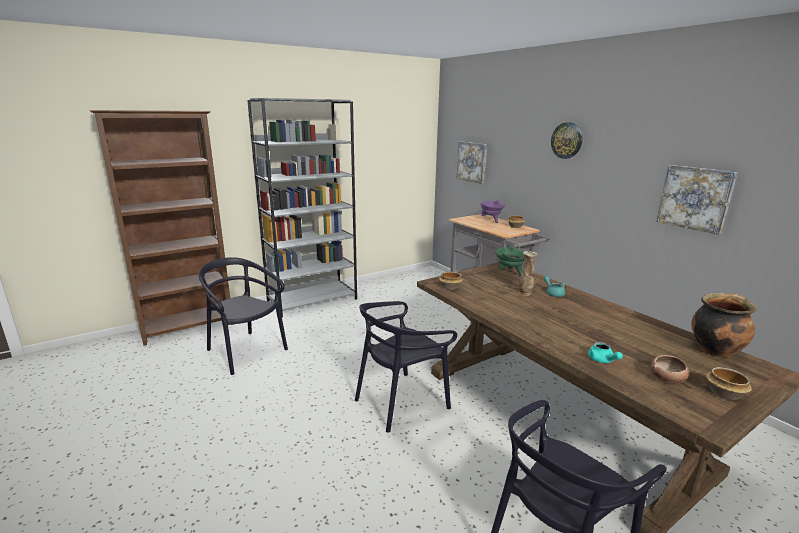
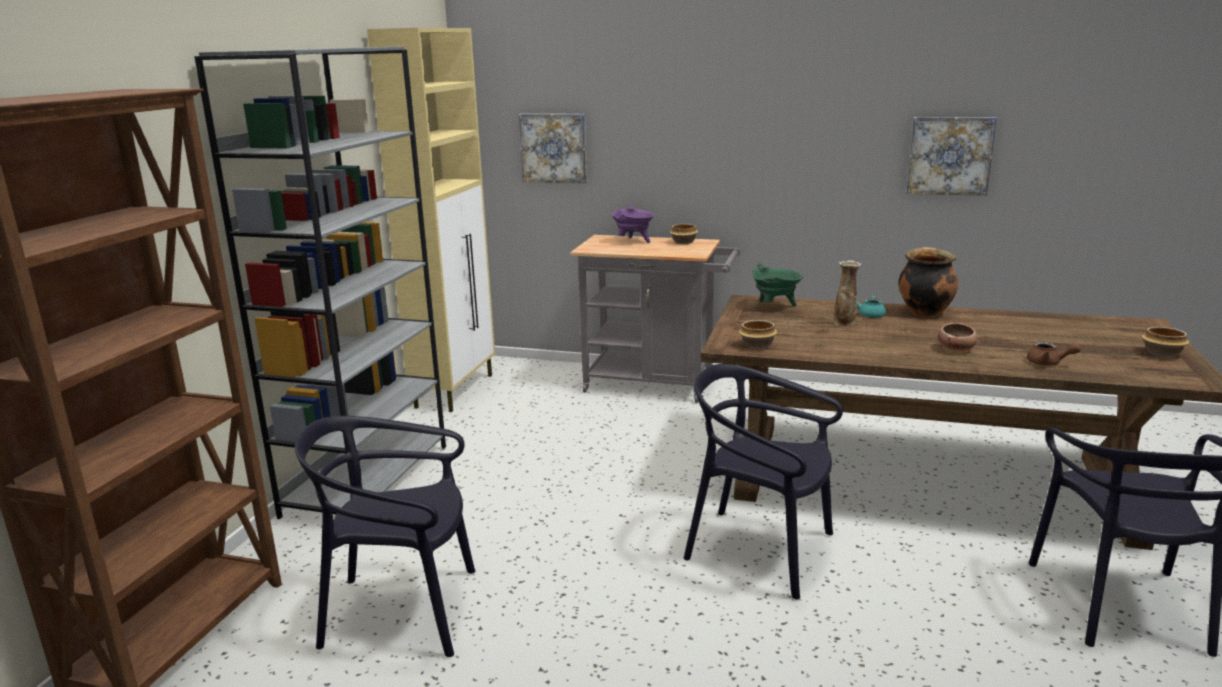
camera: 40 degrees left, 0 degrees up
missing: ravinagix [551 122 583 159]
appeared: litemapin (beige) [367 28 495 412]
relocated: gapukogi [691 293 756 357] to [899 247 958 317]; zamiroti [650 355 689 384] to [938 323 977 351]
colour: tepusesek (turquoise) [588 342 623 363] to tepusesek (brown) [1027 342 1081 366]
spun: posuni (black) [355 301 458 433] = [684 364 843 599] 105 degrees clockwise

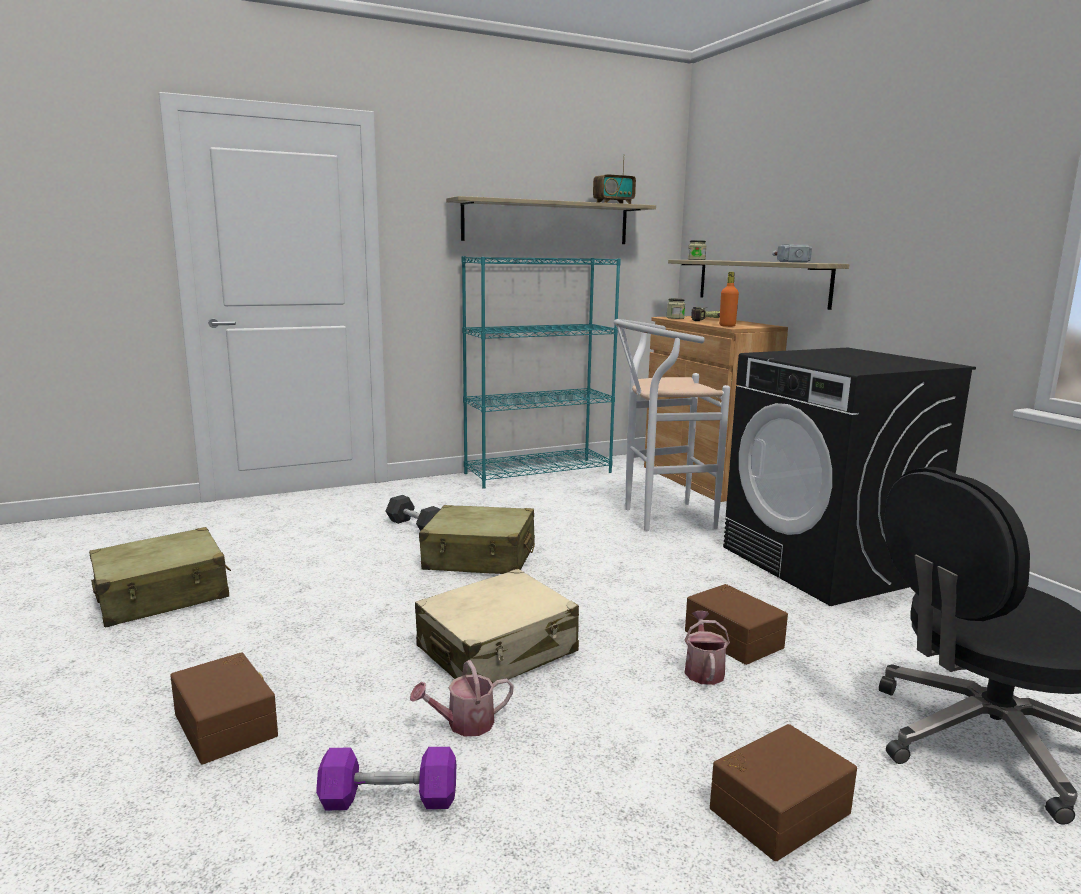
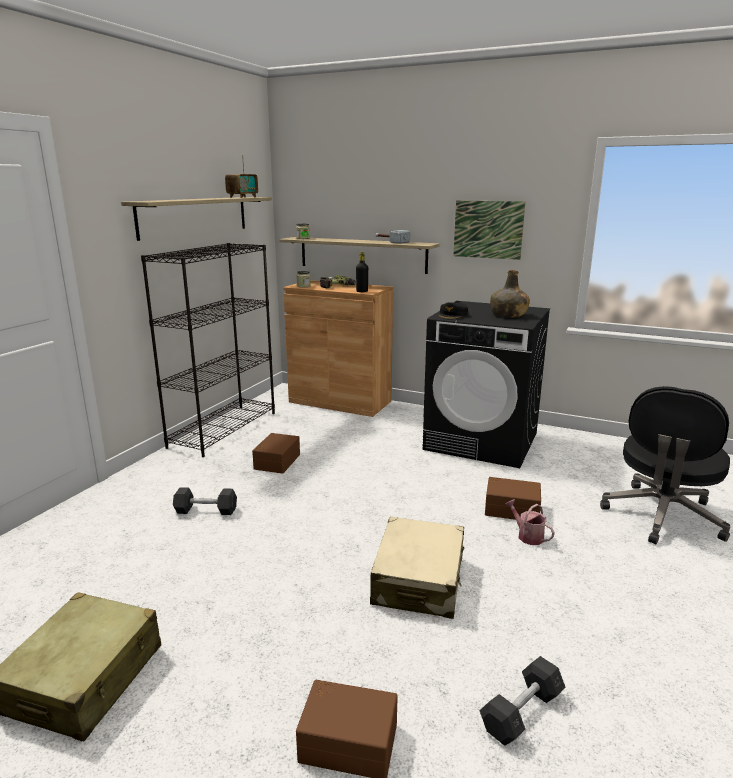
camera: 40 degrees left, 5 degrees up
missing: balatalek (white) [614 319 730 531]; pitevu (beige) [419 505 535 574]; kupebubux [410 660 514 736]
appeared: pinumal [453 200 526 260]; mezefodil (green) [490 270 530 318]; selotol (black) [438 302 469 319]
relocated: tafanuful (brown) [710 724 857 861] to [252 433 300 474]
colour: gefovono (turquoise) [461 256 621 489] to gefovono (black) [141 243 275 457]; mezefodil (orange) [719 272 739 327] to mezefodil (black) [356 252 368 292]; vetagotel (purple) [316 747 456 810] to vetagotel (grey) [479 656 566 746]

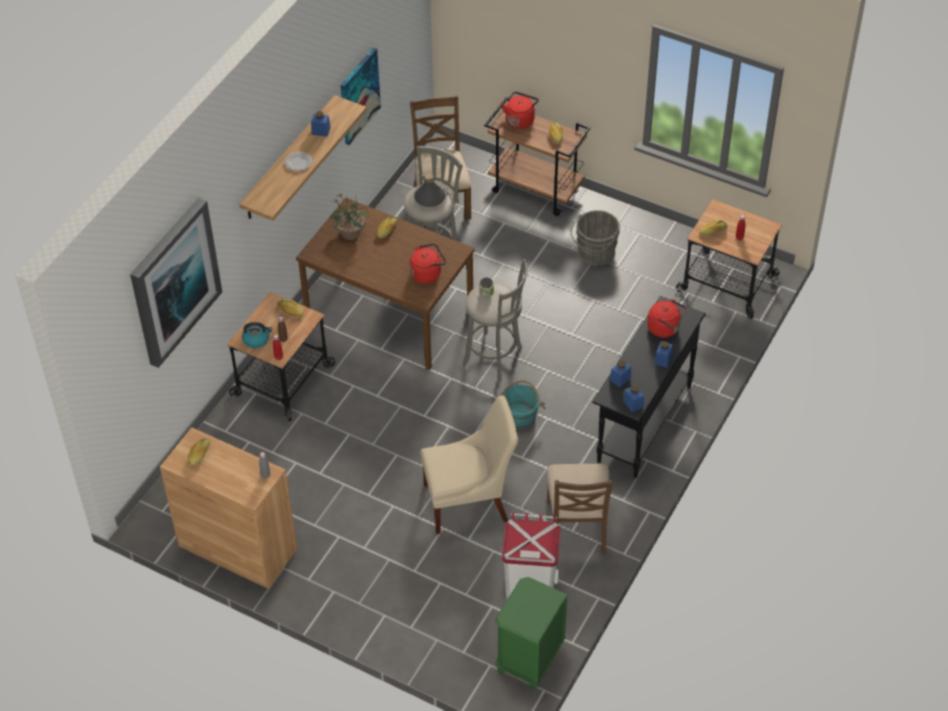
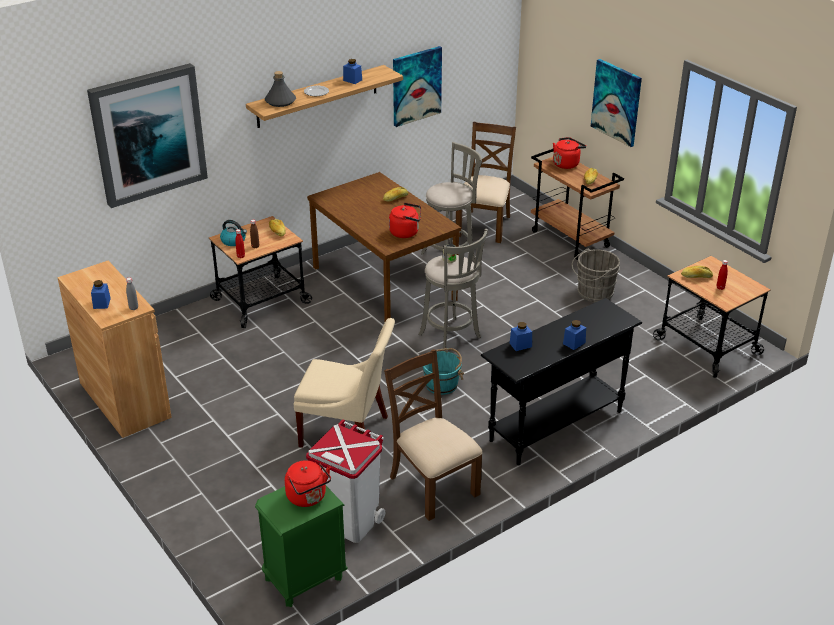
camera: 25 degrees right, 15 degrees down
missing: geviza [330 194 371 240]; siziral [188 438 210 466]
appeared: pinumal [591 59 642 147]
relocated: mezefodil (grey) [414 173 445 207] to [265 71 296 107]; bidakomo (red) [648 300 687 338] to [285 460 331 507]; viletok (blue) [623 385 644 412] to [91 280 111 309]
spun: posuni (brown) [547 464 613 554] = [384 349 483 521] 120 degrees clockwise

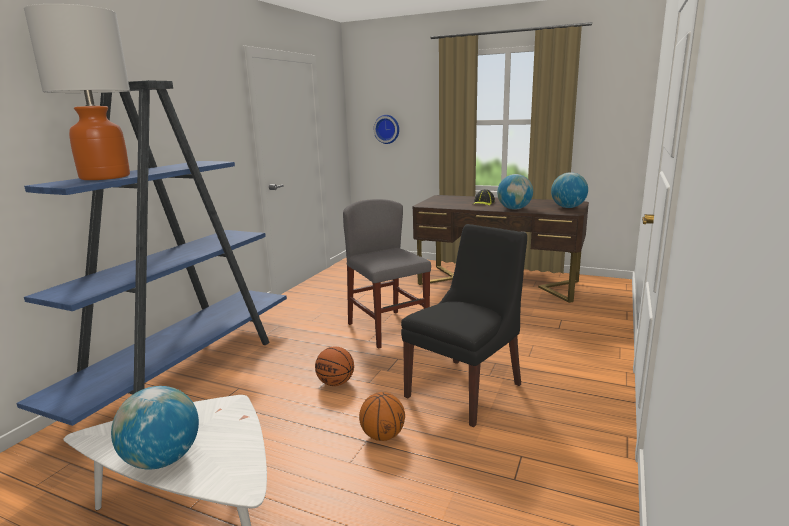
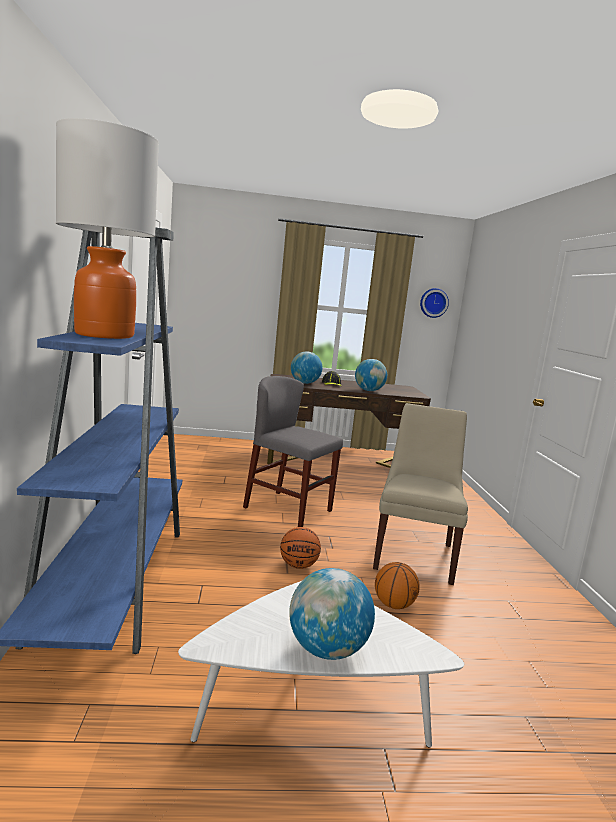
camera: 30 degrees left, 5 degrees down
relocated: ravinagix [374 115 399 144] to [420 288 449 318]; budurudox [551 172 588 208] to [291 351 323 384]
colour: posuni (black) [401 224 527 427] to posuni (beige) [373 403 468 585]

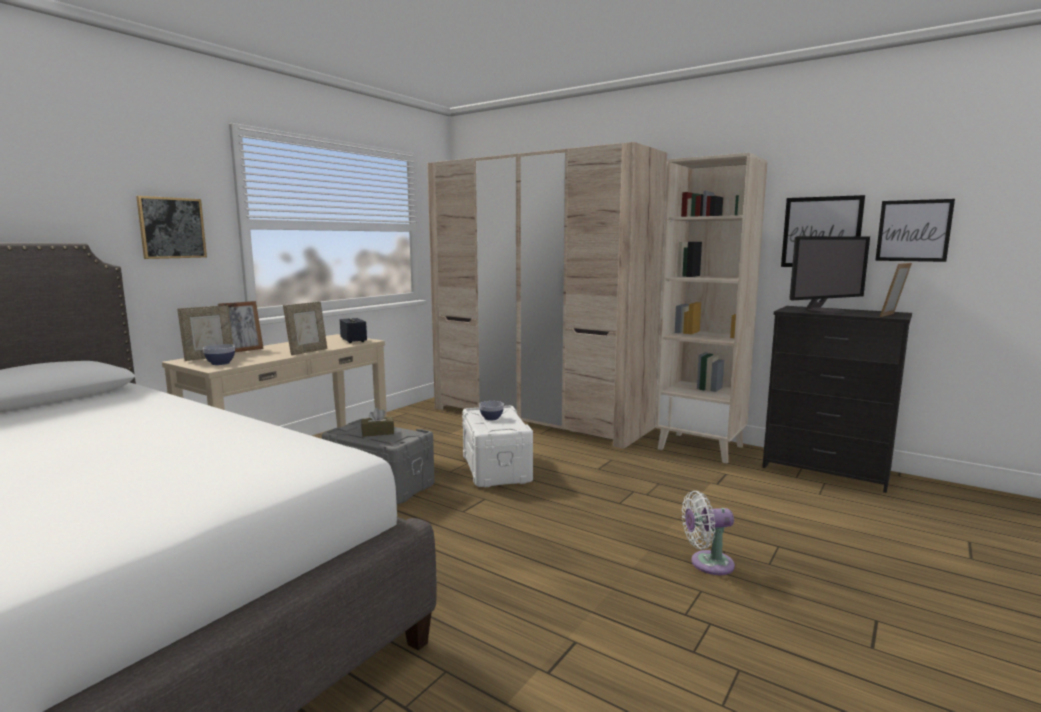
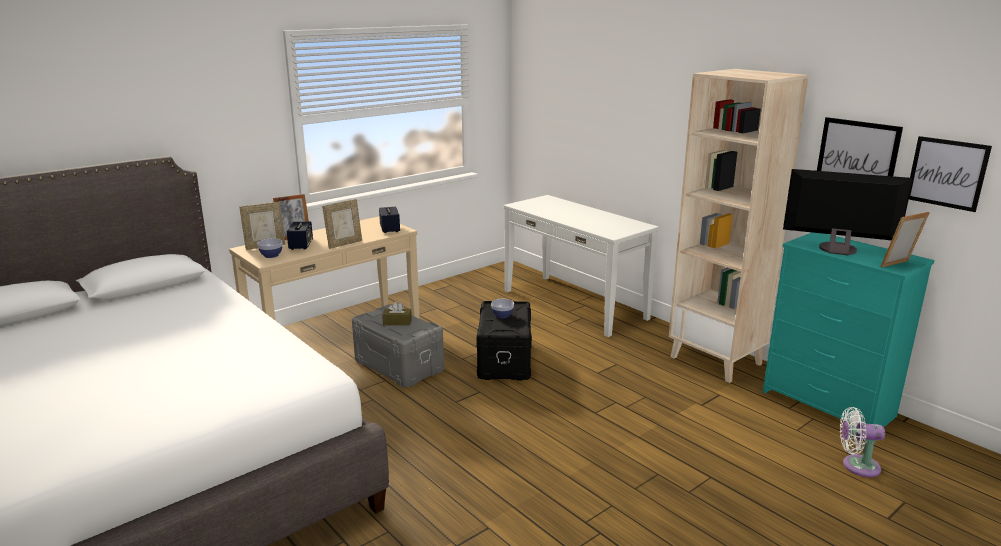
camera: 15 degrees right, 10 degrees up
missing: pinumal [136 196 207 259]
appeared: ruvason [287 222 313 250]
relocated: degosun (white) [682 491 735 575] to [840 407 885 477]
exchanged: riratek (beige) [427 142 667 449] to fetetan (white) [504 195 659 337]
colour: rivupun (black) [762 306 912 493] to rivupun (turquoise) [763 232 935 427]; tafanuful (white) [462 406 533 488] to tafanuful (black) [476 301 532 380]
spun: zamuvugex [789 236 870 314] = [783 169 913 255] 150 degrees counterclockwise

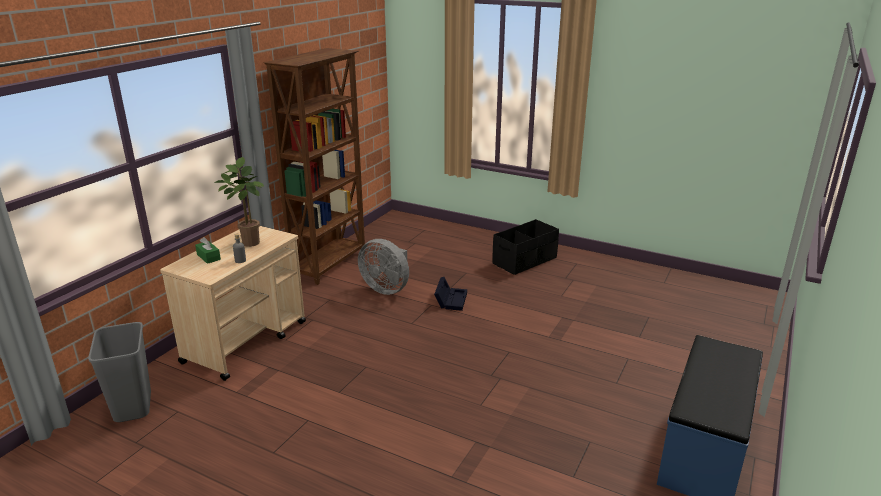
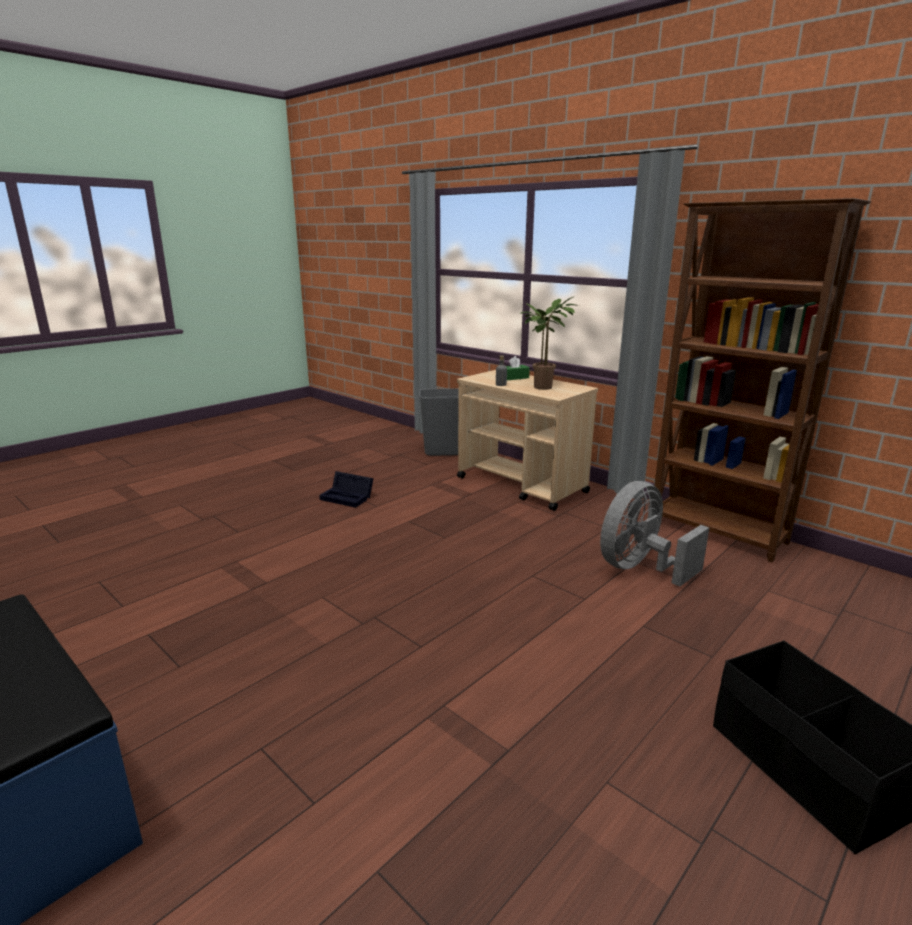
camera: 105 degrees right, 5 degrees down
relocated: tafanuful (black) [434 277 467 311] to [319 471 374 508]

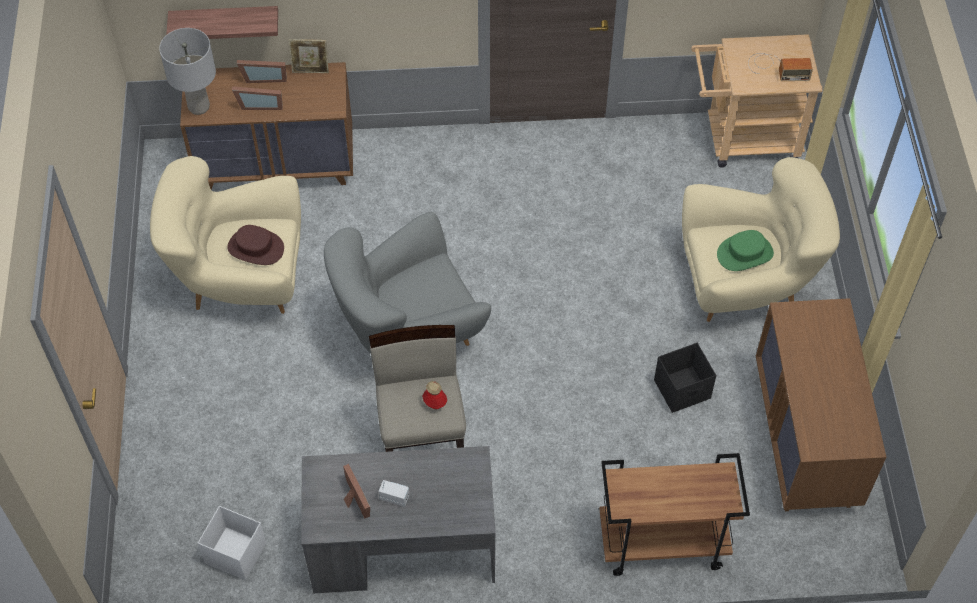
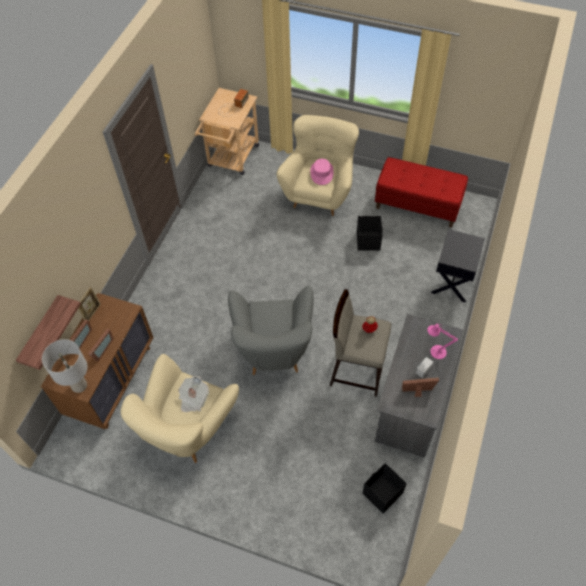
camera: 65 degrees left, 0 degrees up
appeared: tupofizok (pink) [427 324 458 359]
exchanged: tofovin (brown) [227 225 284 265] to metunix [178 376 209 412]; rivupun (brown) [756 298 886 511] to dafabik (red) [375 157 468 228]; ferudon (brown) [599 453 750 576] to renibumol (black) [431 229 485 303]
colour: tofovin (green) [717 230 774 271] to tofovin (pink) [310 159 333 185]; tafanuful (white) [198 506 266 580] to tafanuful (black) [363 463 407 513]

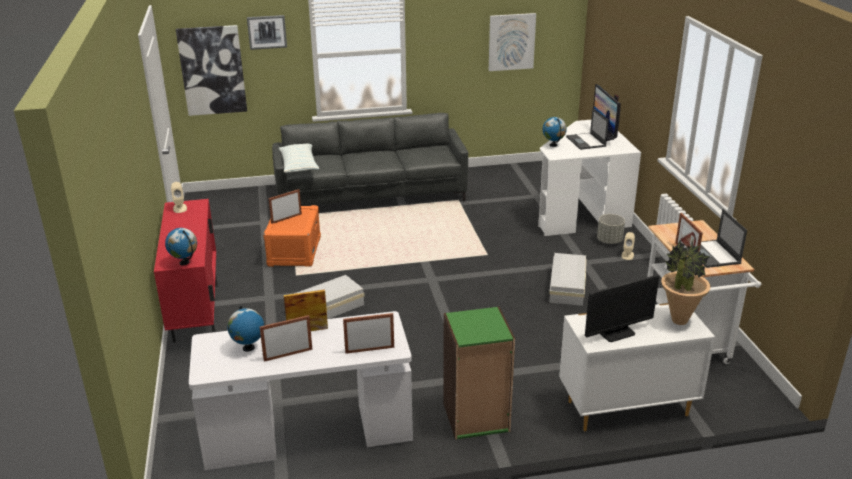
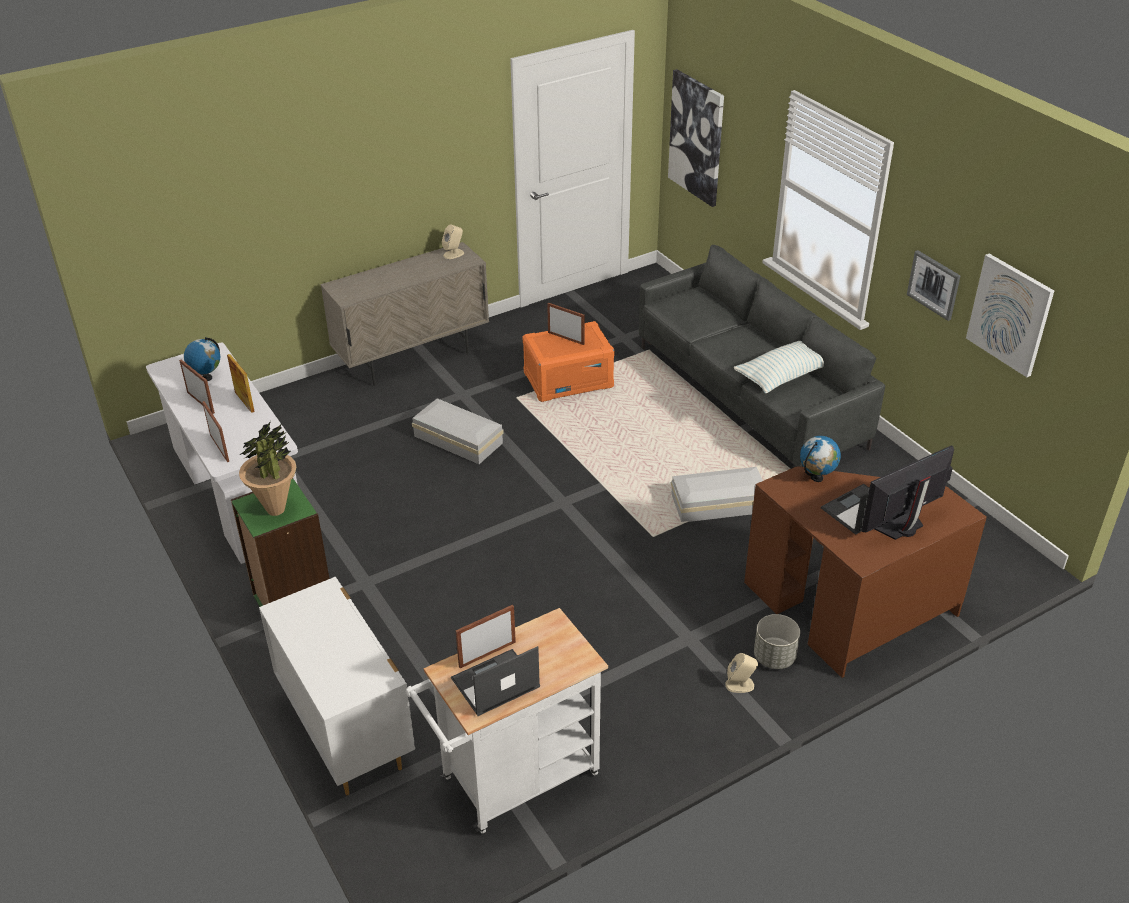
camera: 70 degrees right, 10 degrees up
missing: budurudox [165 228 197 265]; zamuvugex [585 275 659 342]
relocated: pinumal [247 15 287 50] to [907 250 960 321]; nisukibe [279 143 319 173] to [734 341 824 393]; geviza [661 240 711 325] to [239 421 296 516]; tafanuful (white) [549 253 586 306] to [671 467 763 522]
colour: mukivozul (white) [538 120 641 236] to mukivozul (brown) [744 466 987 678]; litemapin (red) [154 199 218 343] to litemapin (beige) [320 242 489 386]

